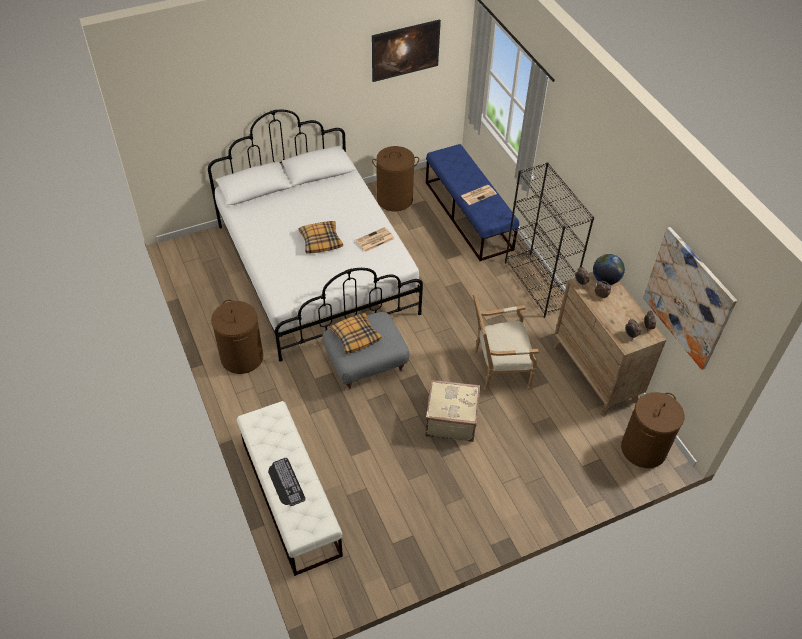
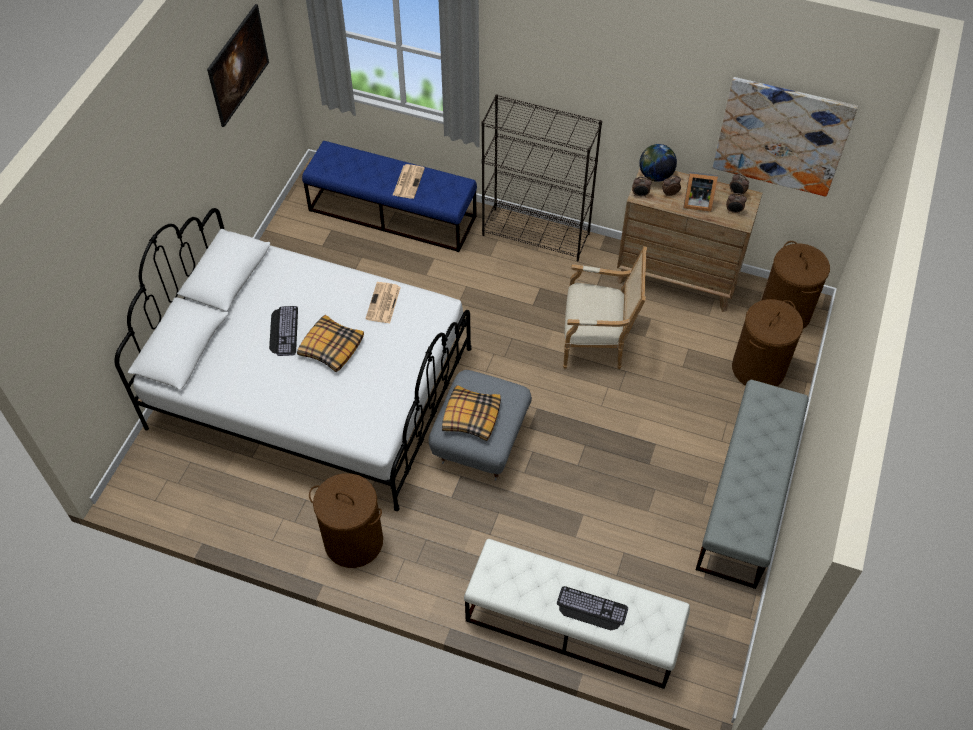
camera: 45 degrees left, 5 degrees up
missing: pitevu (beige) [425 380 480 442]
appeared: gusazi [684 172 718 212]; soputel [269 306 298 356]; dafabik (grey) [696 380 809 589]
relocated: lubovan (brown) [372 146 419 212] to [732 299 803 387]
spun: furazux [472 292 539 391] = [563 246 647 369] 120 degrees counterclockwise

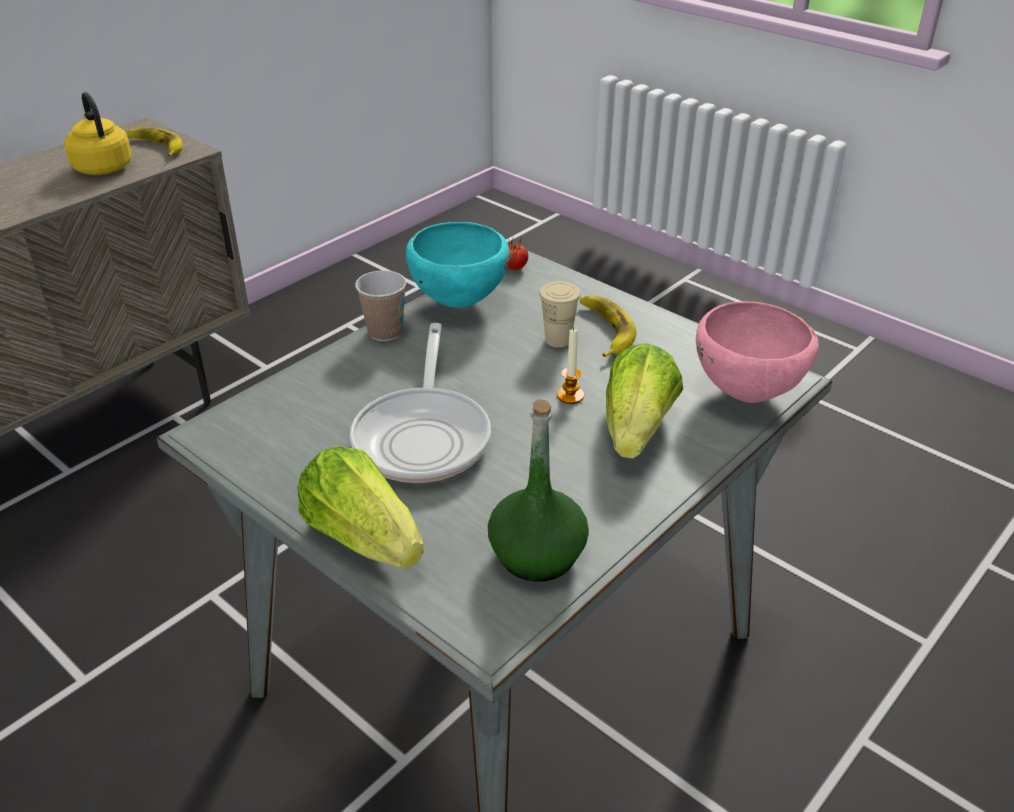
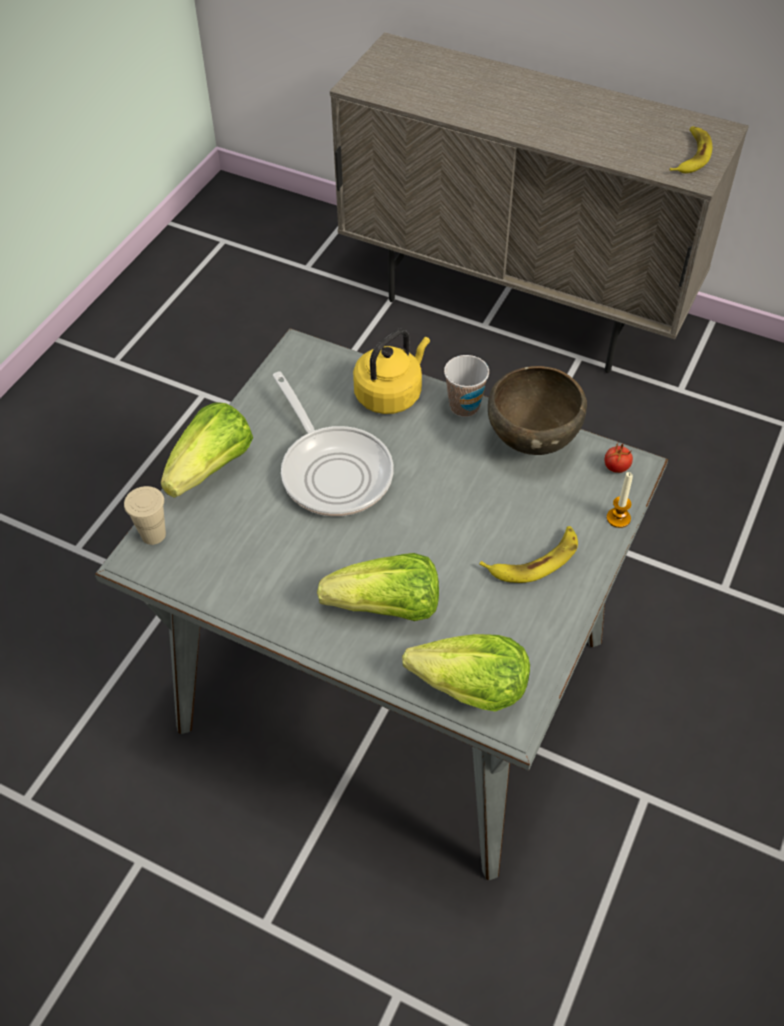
camera: 75 degrees right, 15 degrees up
missing: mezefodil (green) [488 399 589 582]
relocated: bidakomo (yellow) [64 92 132 175] to [353 329 430 414]; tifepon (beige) [539 281 581 348] to [124 486 166 545]; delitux [557 328 584 404] to [607 472 633 528]
exchanged: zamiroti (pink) [696 301 819 403] to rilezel [402 634 530 712]
colour: zamiroti (turquoise) [406 222 509 308] to zamiroti (brown) [488 366 587 455]
spun: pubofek [350 323 491 483] = [272 371 394 516] 105 degrees counterclockwise

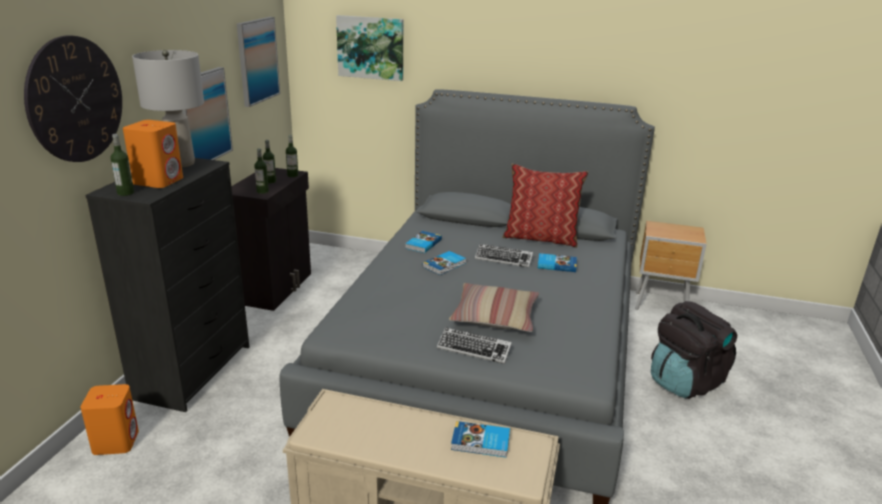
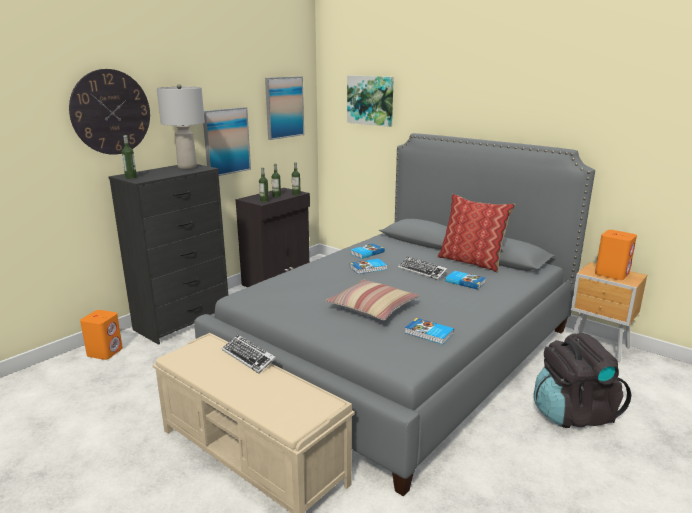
camera: 25 degrees right, 5 degrees down
relocated: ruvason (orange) [123 120 183 188] to [595 230 637 280]; soputel [437 327 512 364] to [222 335 276 374]; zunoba [451 421 510 458] to [405 318 454 345]

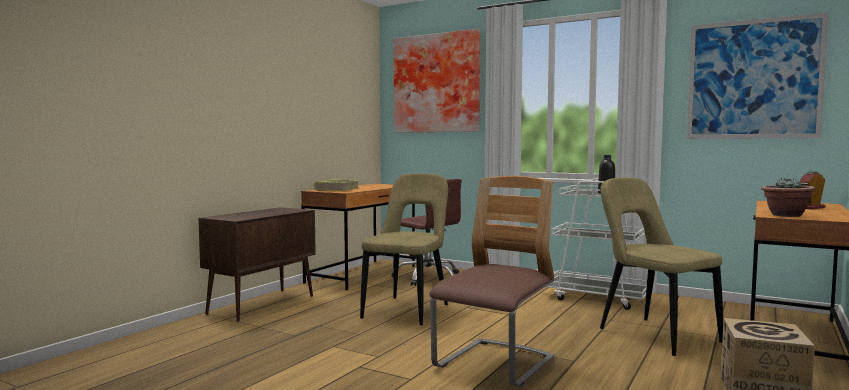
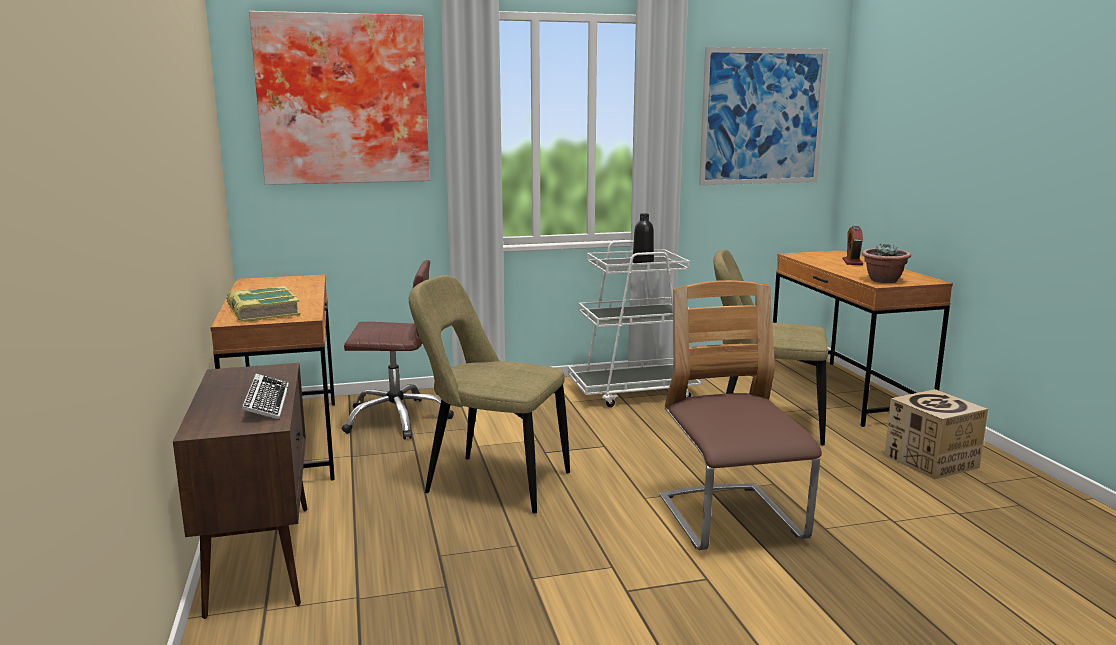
camera: 45 degrees left, 10 degrees up
appeared: soputel [241 374 289 420]
spun: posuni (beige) [360 173 448 325] = [409 275 570 514] 45 degrees counterclockwise

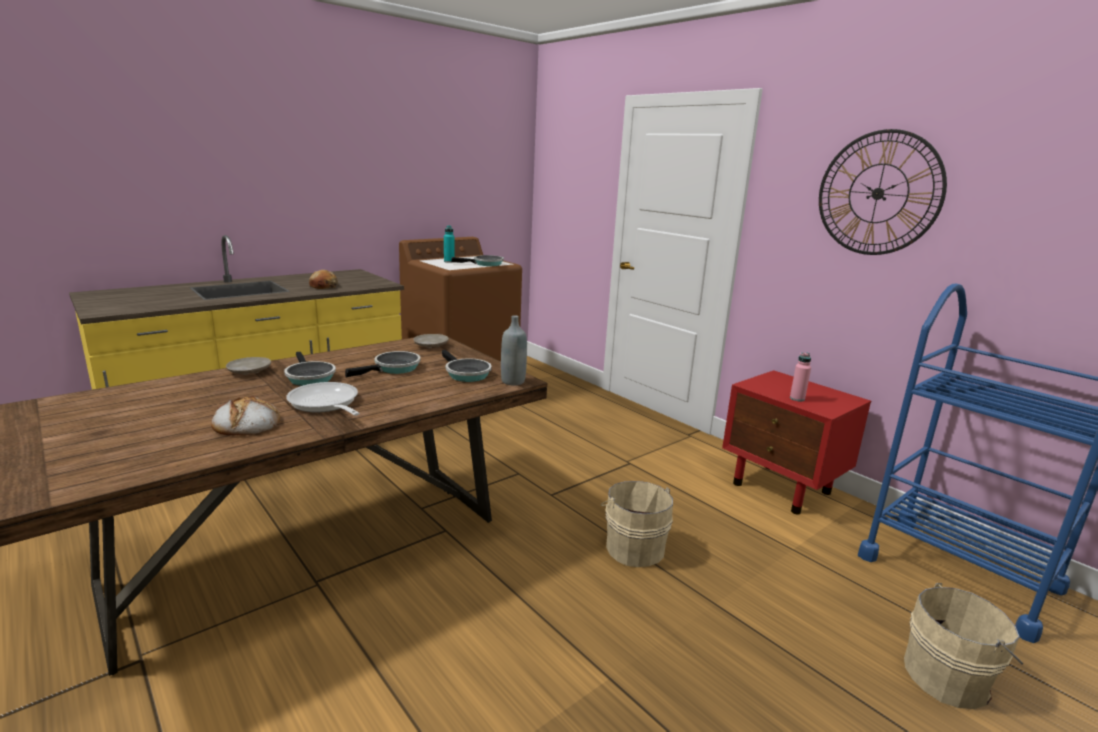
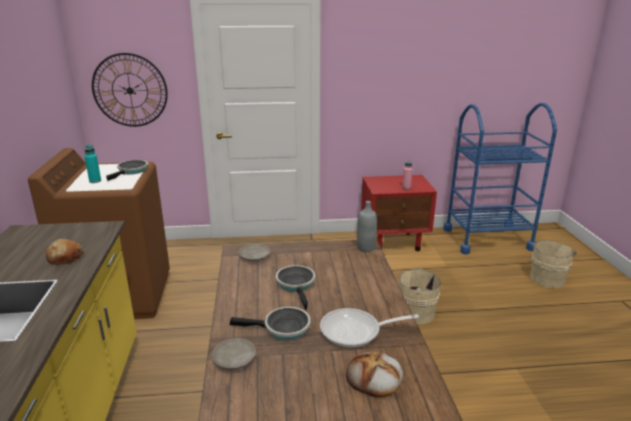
camera: 55 degrees left, 5 degrees up
missing: pubofek [442 350 492 382]
relocated: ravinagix [819 129 947 255] to [92 53 168 127]

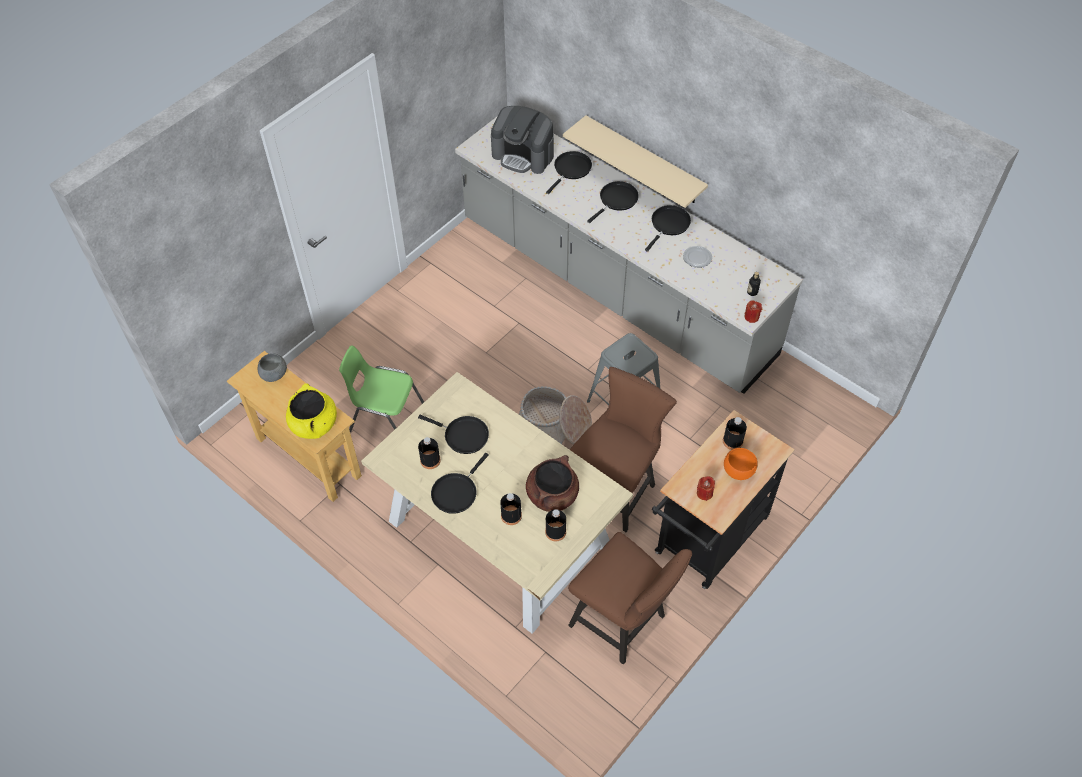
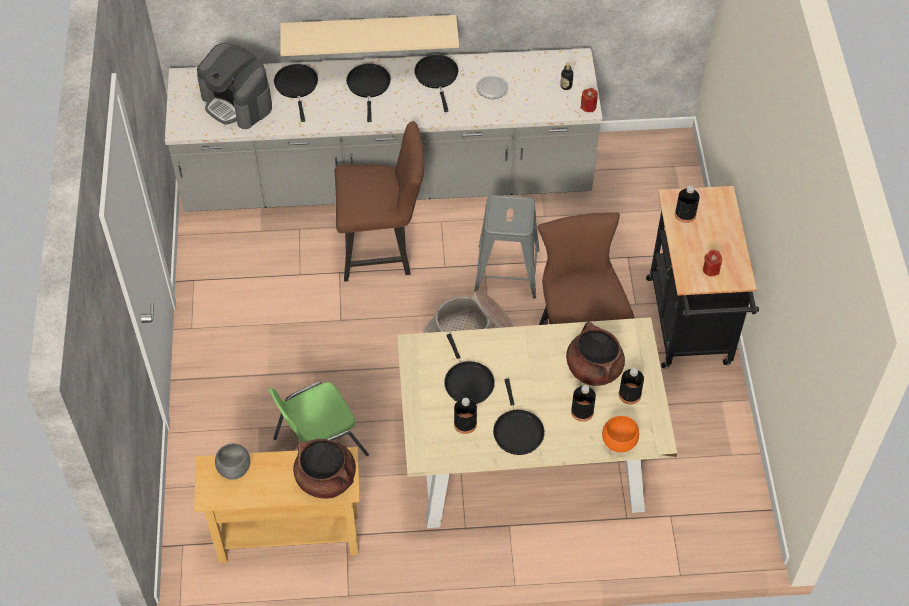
camera: 45 degrees left, 0 degrees up
relocated: zamiroti (orange) [724 448 758 480] to [602 416 639 452]; posuni (brown) [568 532 692 664] to [335 121 424 282]
colour: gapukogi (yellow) [286 383 337 439] to gapukogi (brown) [293 439 356 499]
spun: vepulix [491 106 554 174] = [197 43 272 129] 60 degrees clockwise; pubofek (black) [418 415 489 454] = [444 334 495 404] 90 degrees clockwise

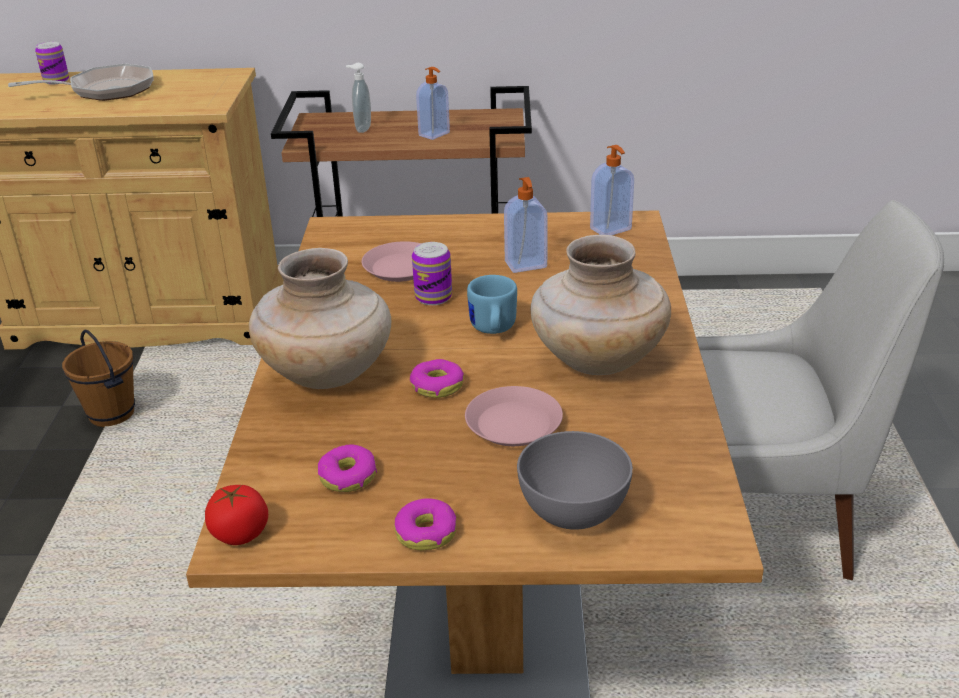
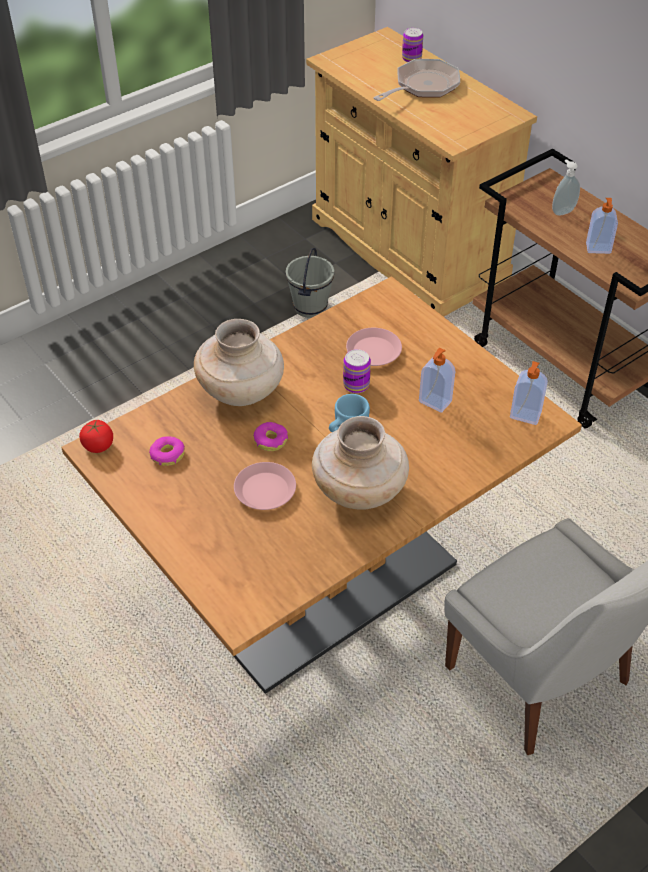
camera: 50 degrees right, 15 degrees up
missing: zamiroti (grey) [517 431 633 530]; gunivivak [394 498 456 550]
colour: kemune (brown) [62 330 135 427] to kemune (grey) [286 248 334 318]
spun: pubofek [8 64 154 101] = [373 59 460 101] 75 degrees counterclockwise

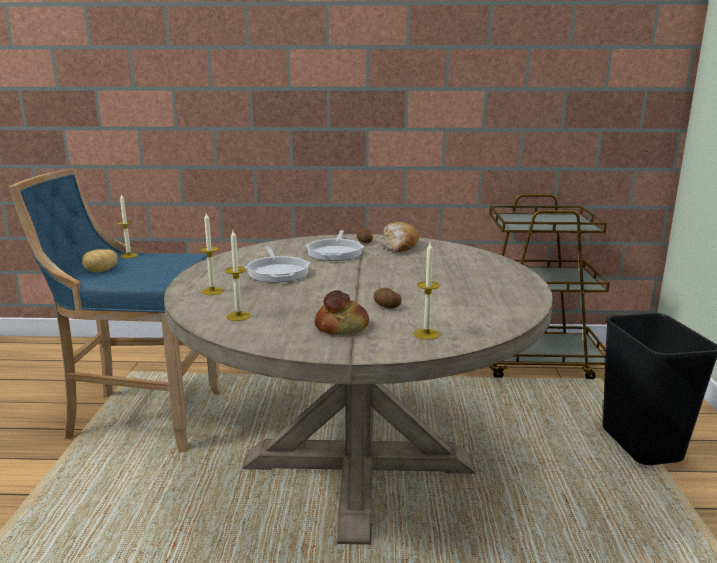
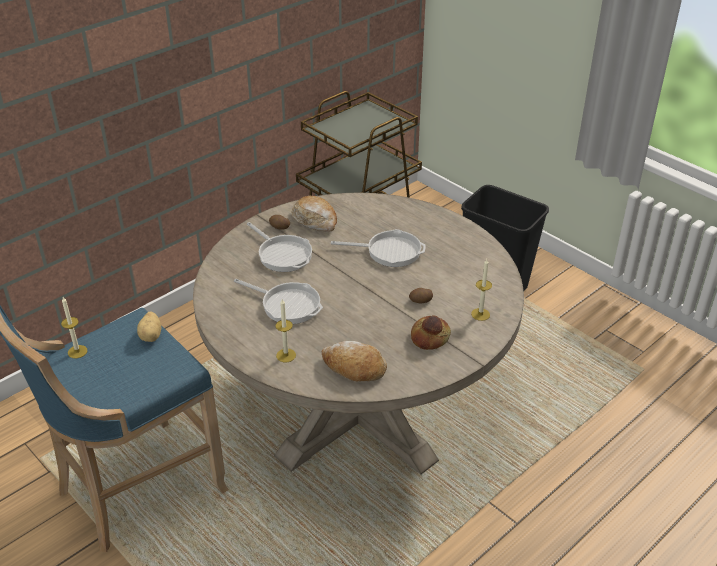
camera: 45 degrees left, 20 degrees up
appeared: pubofek [331 229 425 267]
relocated: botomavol [82 249 118 273] to [137 311 161 342]
exchanged: delitux [225 230 251 321] to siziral [322 341 387 381]

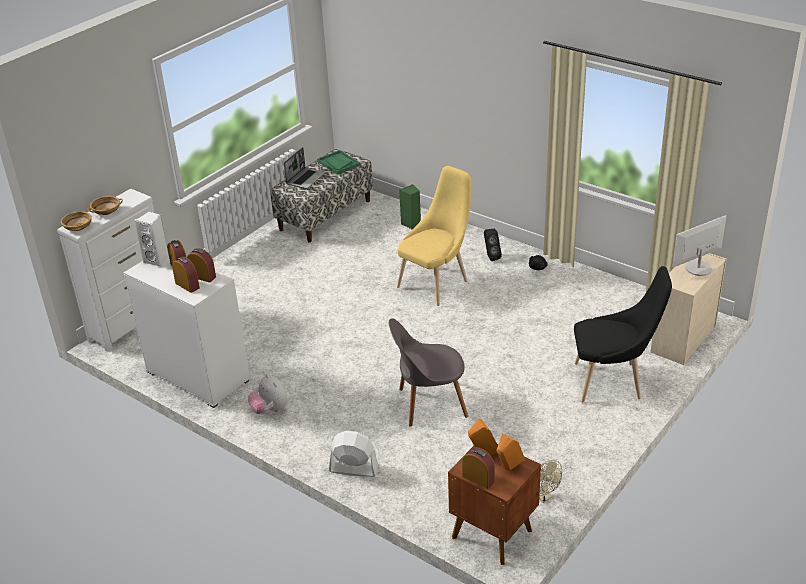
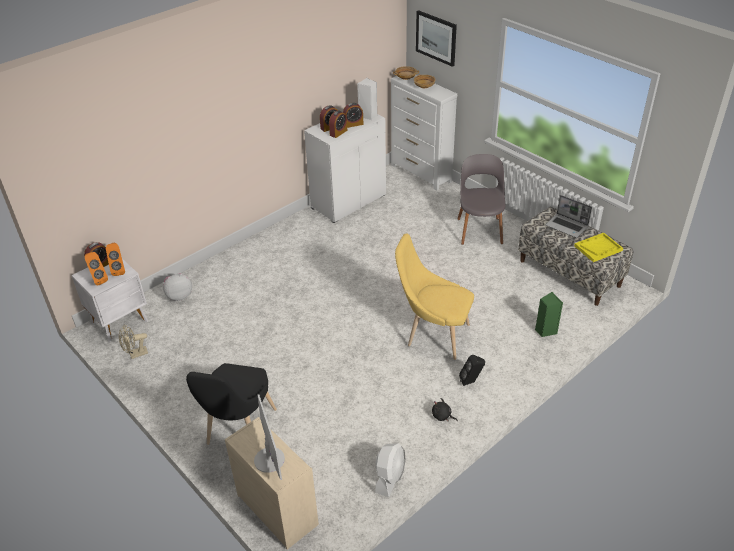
camera: 100 degrees right, 5 degrees up
appeared: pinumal [416 10 457 67]
relocated: posuni (grey) [389 318 468 427] to [457 154 505 245]; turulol [248 375 288 414] to [163 273 192 301]; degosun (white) [329 431 378 477] to [375 443 406 497]
colour: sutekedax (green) [317 150 360 175] to sutekedax (yellow) [574 233 623 262]; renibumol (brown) [448 444 541 565] to renibumol (white) [72 259 148 342]
spun: posuni (yellow) [397 166 471 306] = [395 233 474 360] 150 degrees clockwise

